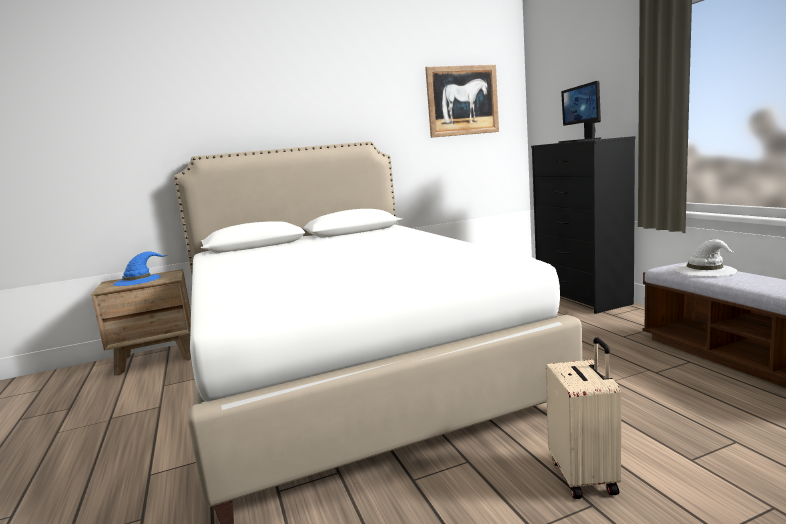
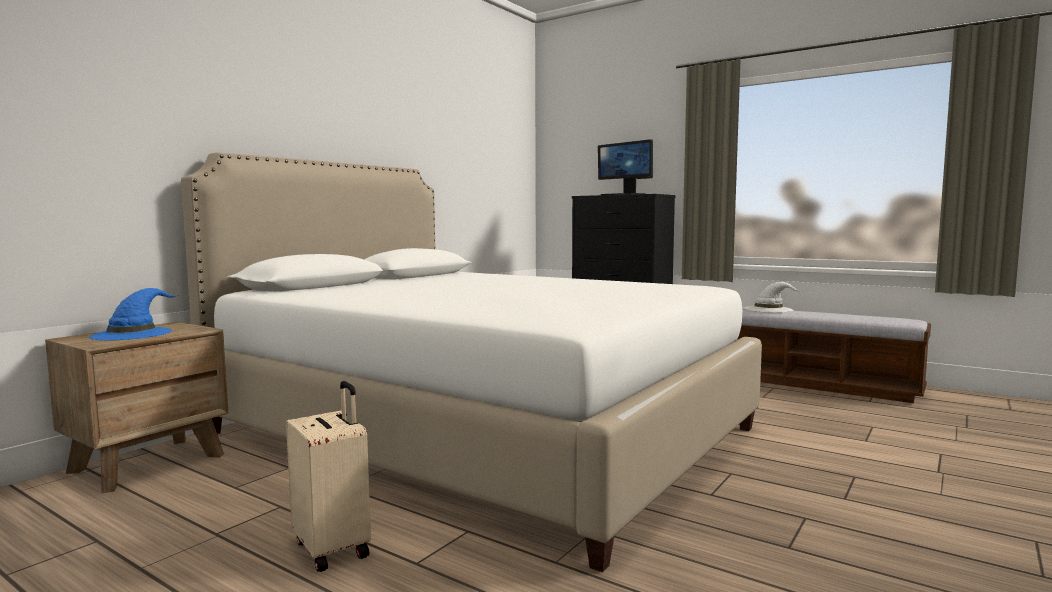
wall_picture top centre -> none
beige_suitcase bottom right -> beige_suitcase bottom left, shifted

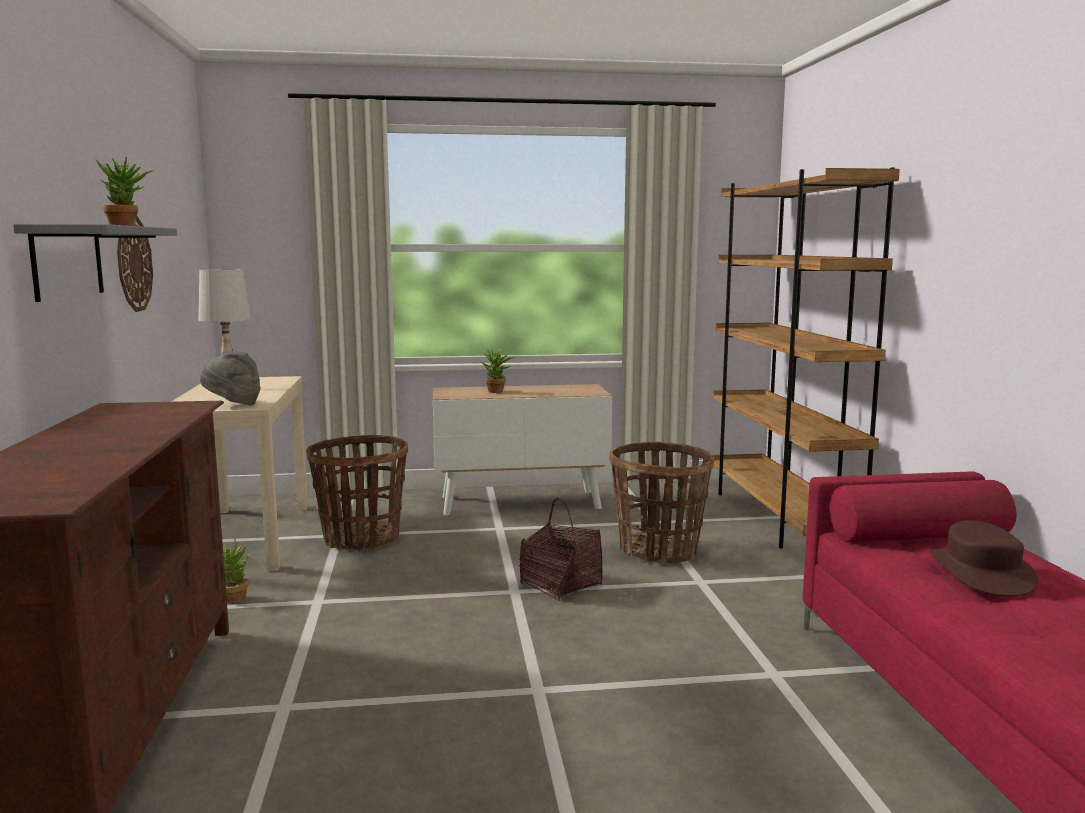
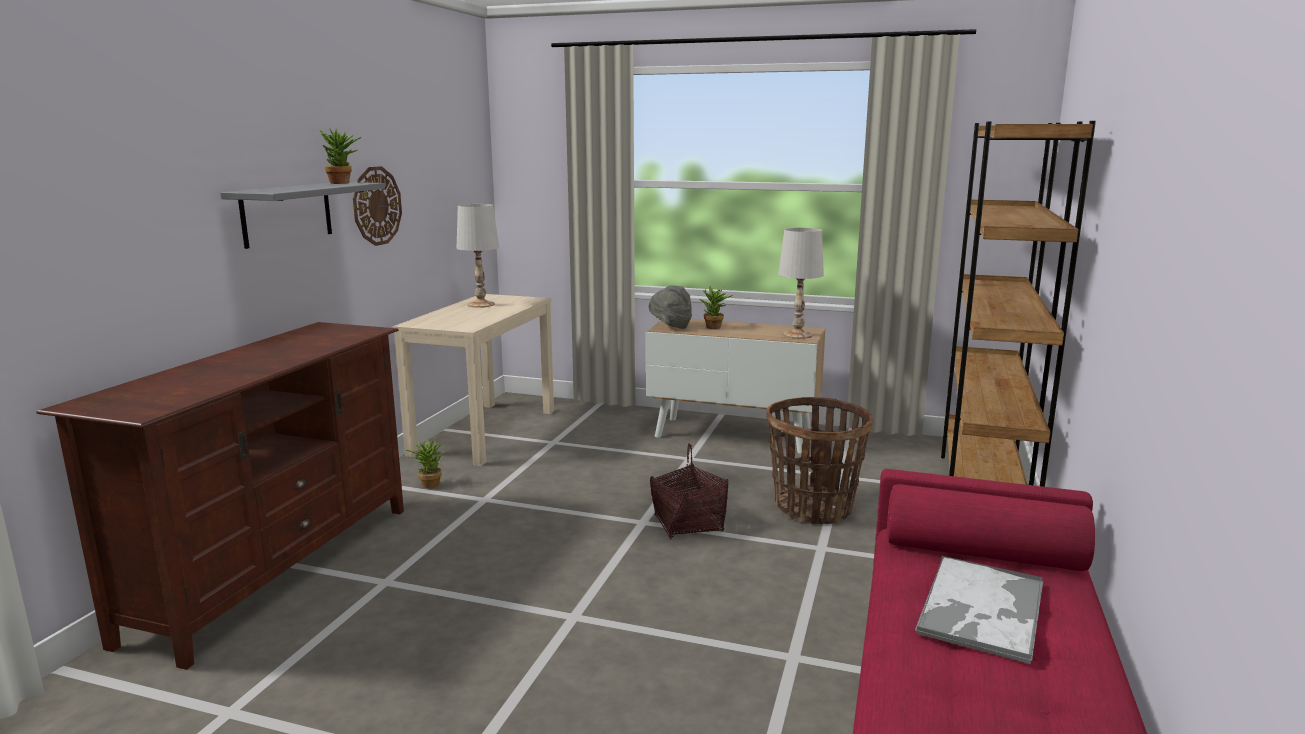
greyish_clothing_hat middle left -> greyish_clothing_hat centre, shifted
basket (no. 1 from left) middle left -> none
brown-coloured_clothing_hat bottom right -> serving_tray bottom right
none -> whitish_table_lamp (no. 2 from left) centre

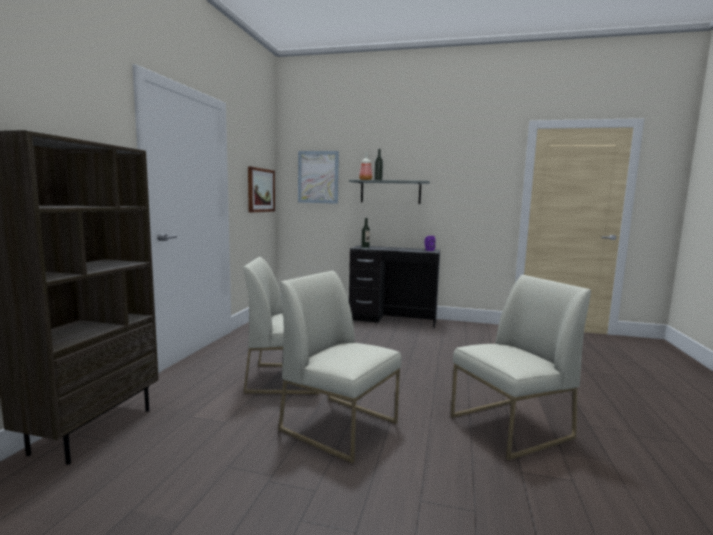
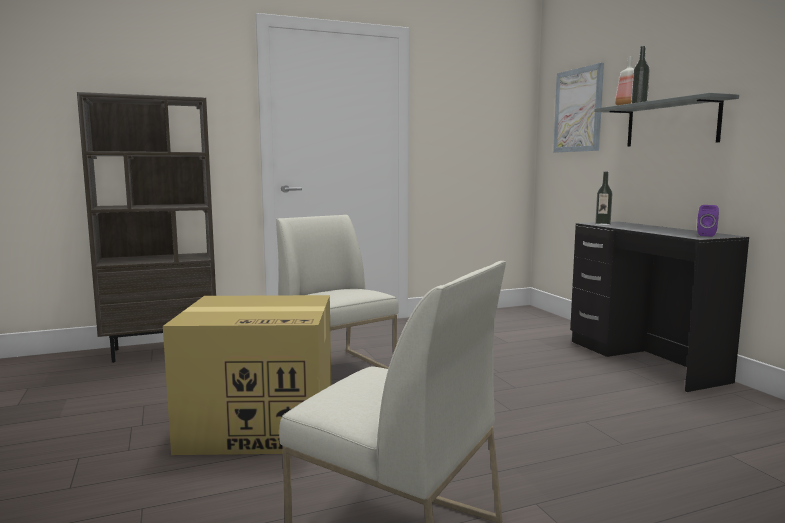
wall_picture (no. 1 from left) centre -> none
whitish_chair (no. 2 from left) bottom centre -> cardboard_box bottom left

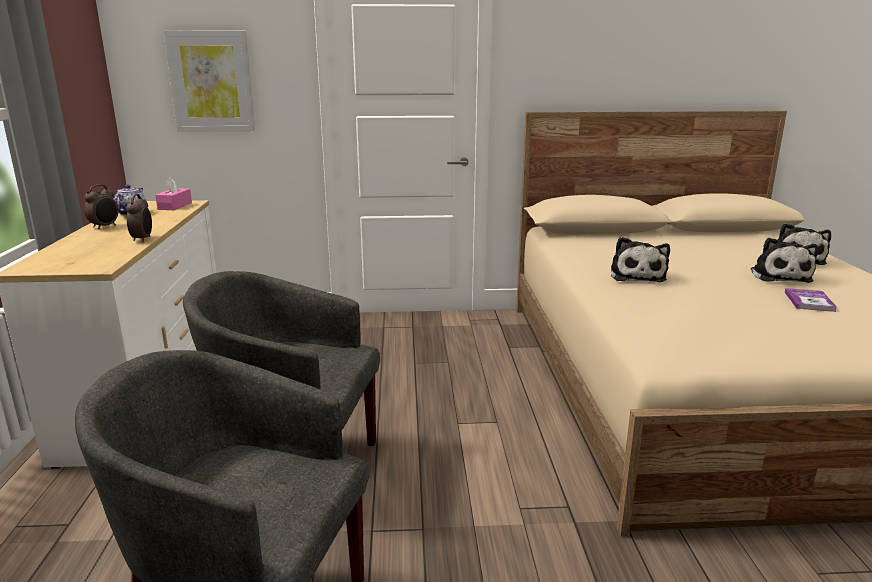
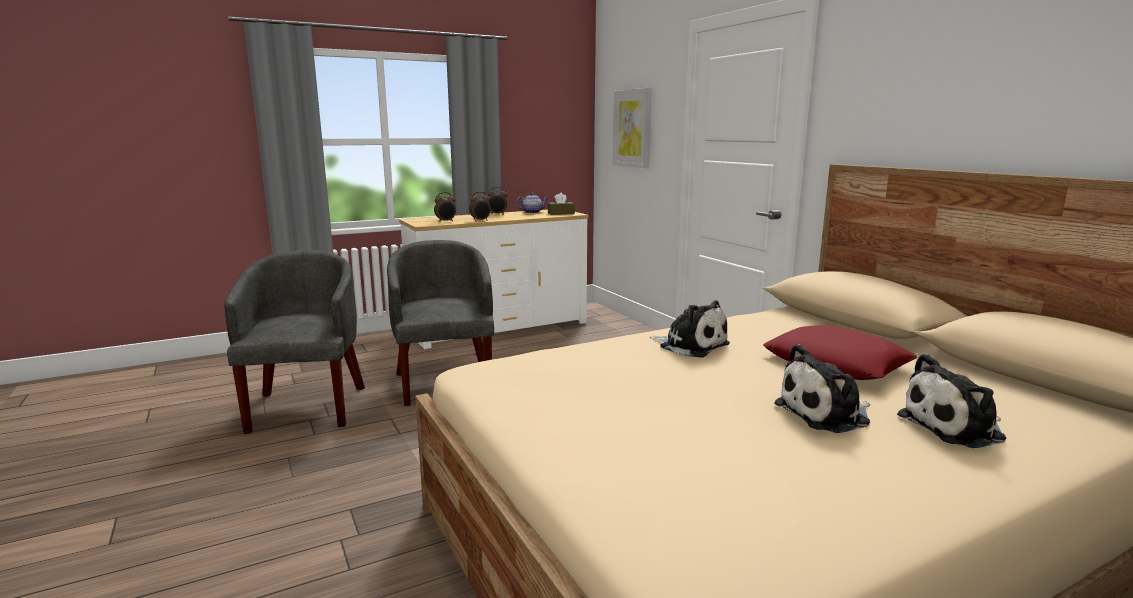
pinkish_tissue_box top left -> brown-coloured_tissue_box centre
plush_toy (no. 1 from left) middle right -> plush_toy (no. 1 from left) centre, 120 degrees counterclockwise
volume middle right -> none
none -> bedside_clock (no. 1 from left) centre
none -> red-coloured_pillow middle right

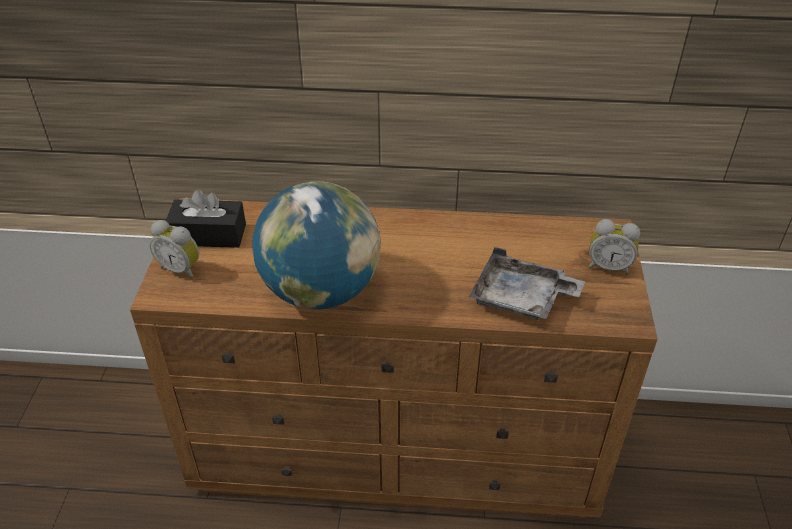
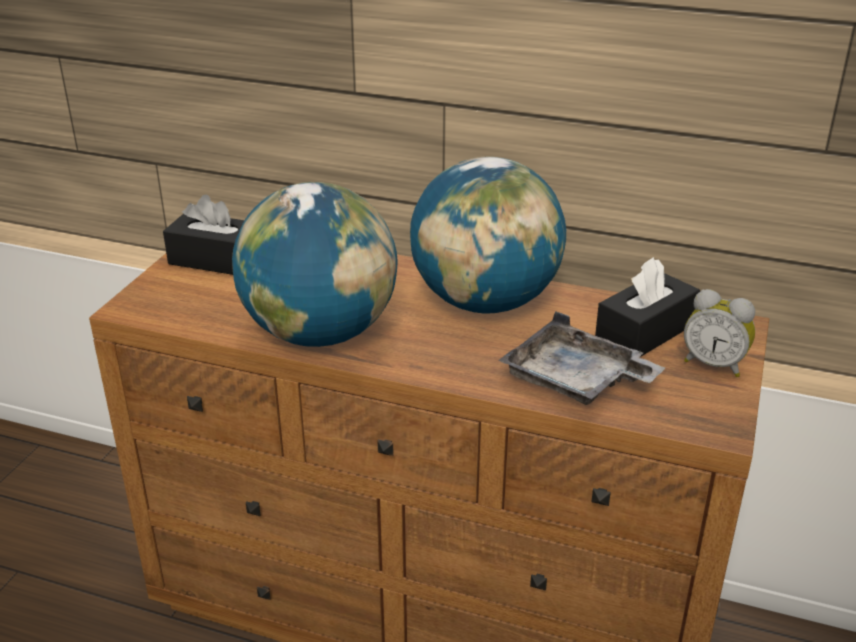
bedside_clock (no. 1 from left) middle left -> none
none -> world_globe (no. 2 from left) centre
none -> blackish_tissue_box (no. 2 from left) middle right

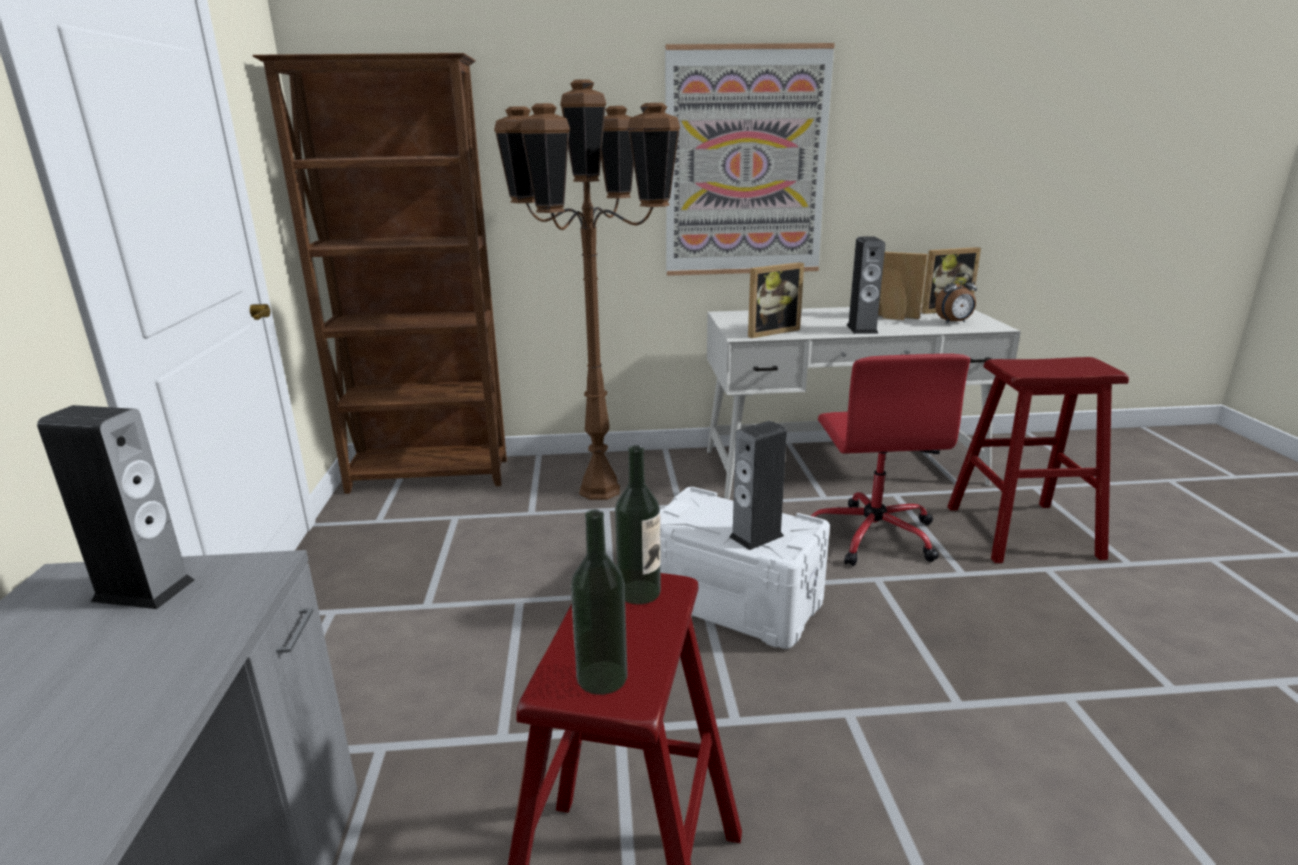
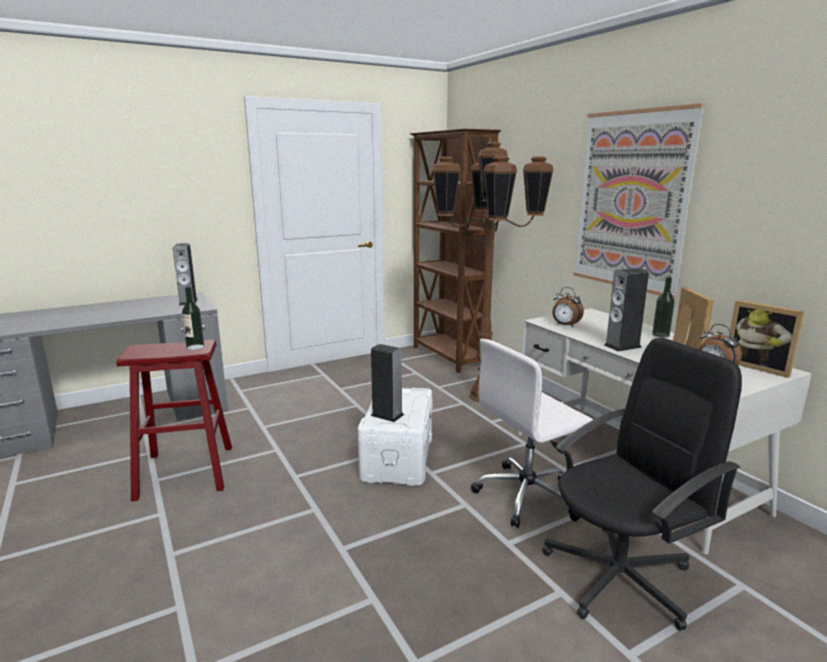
picture_frame (no. 1 from left) centre -> bedside_clock (no. 1 from left) middle right
red-coloured_computer_chair middle right -> whitish_computer_chair centre
red-coloured_stool (no. 2 from left) middle right -> blackish_computer_chair bottom right
beverage_bottle (no. 1 from left in the first image) bottom centre -> beverage_bottle (no. 2 from left) middle right, shifted

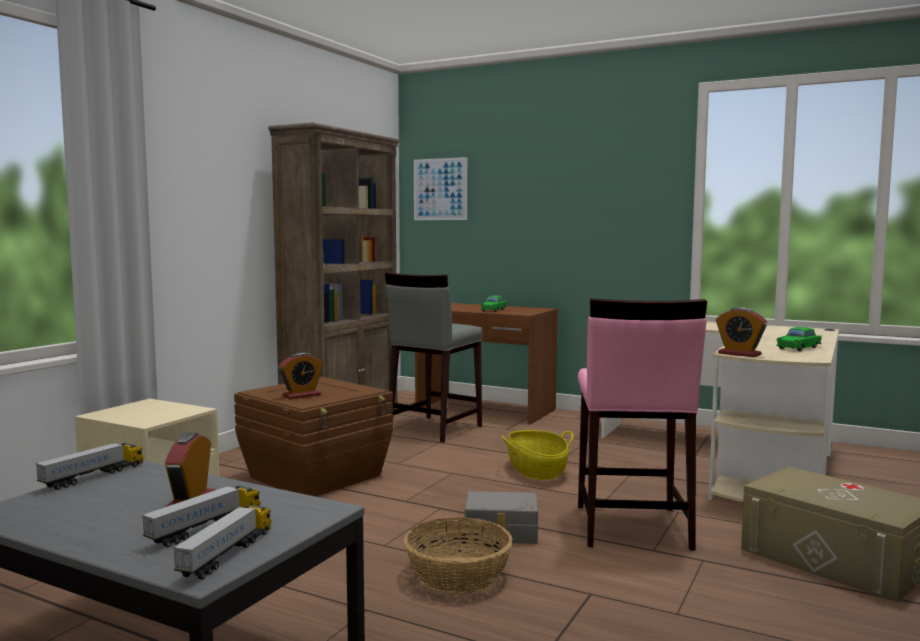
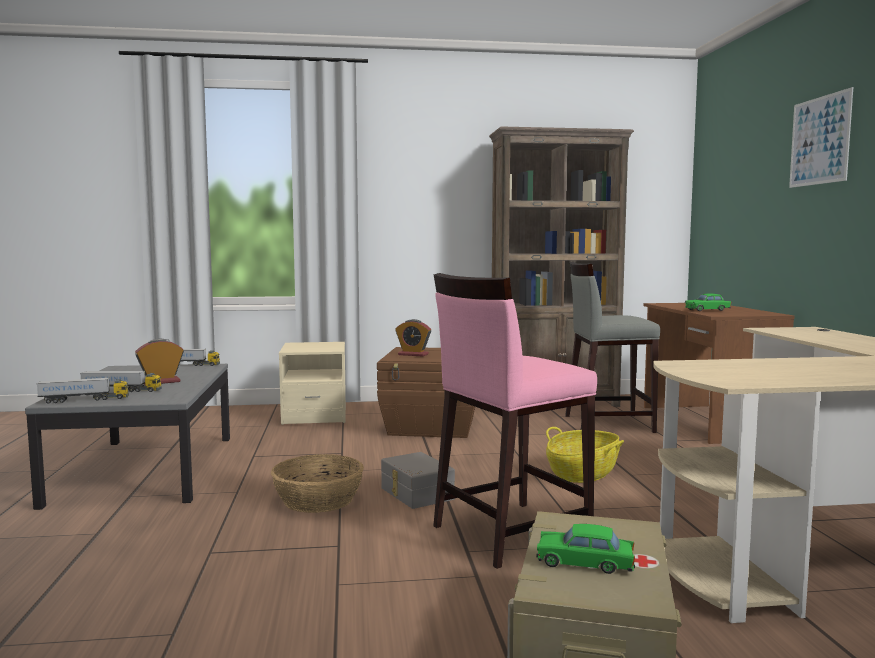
wall_picture top centre -> wall_picture top right, shifted
bedside_clock (no. 3 from left) middle right -> none
greenish_miniature_car (no. 2 from left in the first image) middle right -> greenish_miniature_car (no. 1 from left) bottom right, shifted

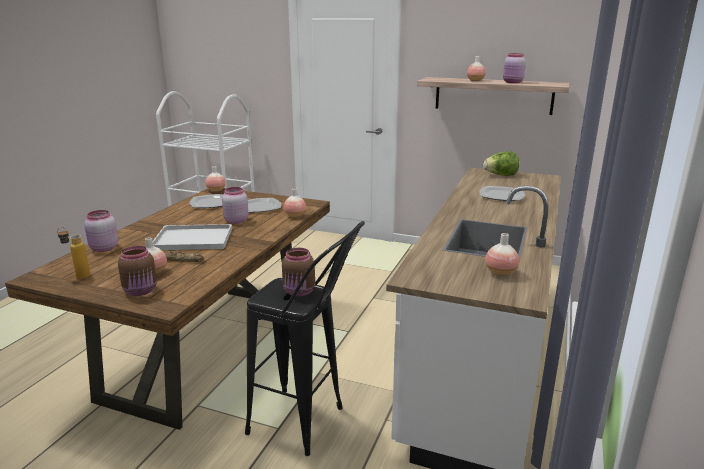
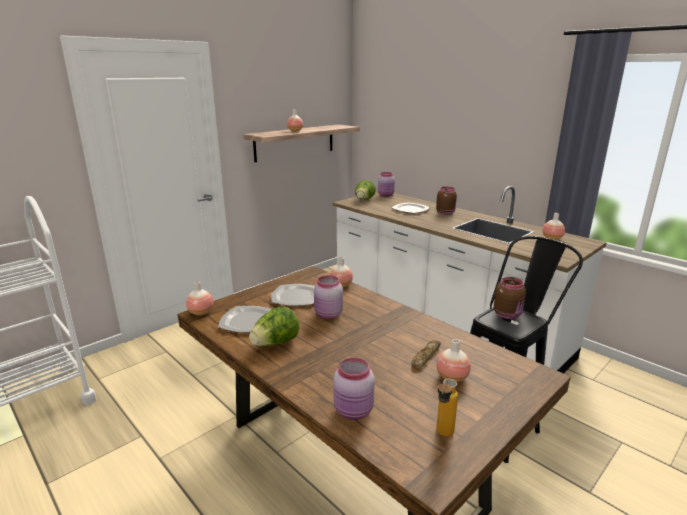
pinkish_preserve_jar (no. 3 from left) top right -> pinkish_preserve_jar (no. 3 from left) centre, shifted
whitish_serving_tray middle left -> none
brown-coloured_preserve_jar (no. 1 from left) middle left -> brown-coloured_preserve_jar (no. 1 from left) centre, shifted
none -> head_of_lettuce (no. 1 from left) centre

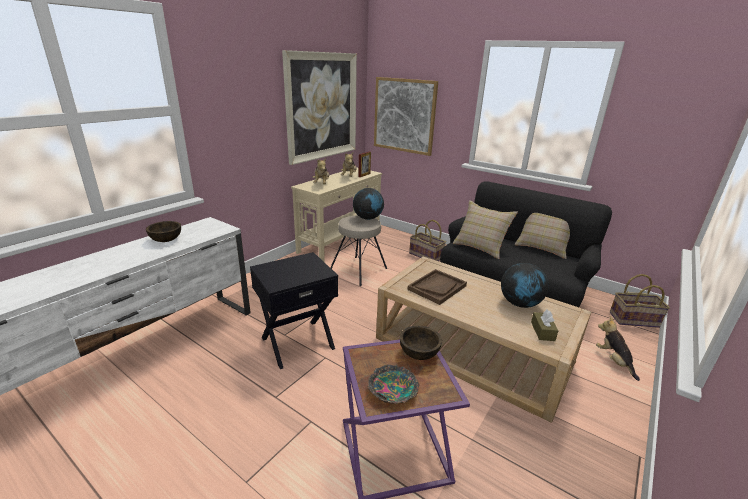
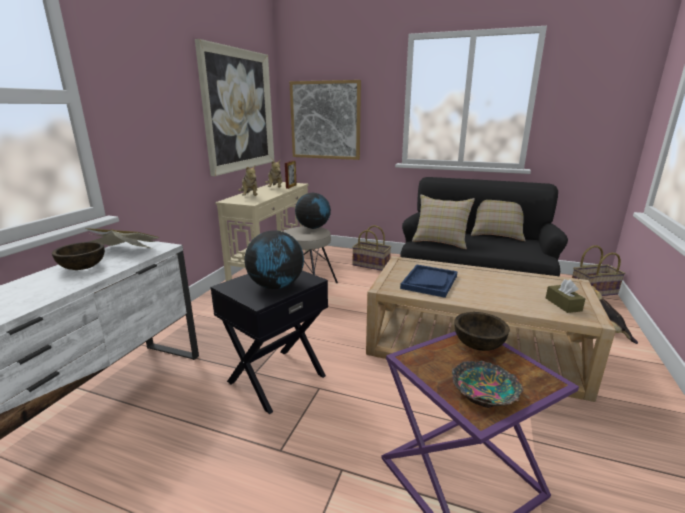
world_globe (no. 2 from left in the first image) middle right -> world_globe (no. 1 from left) centre, shifted
brown-coloured_serving_tray centre -> blue-coloured_serving_tray centre
none -> volume middle left

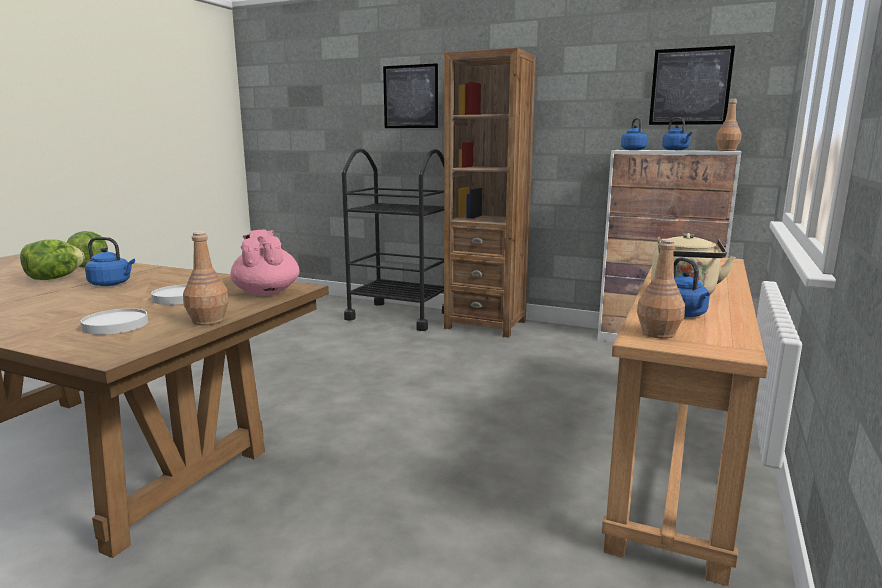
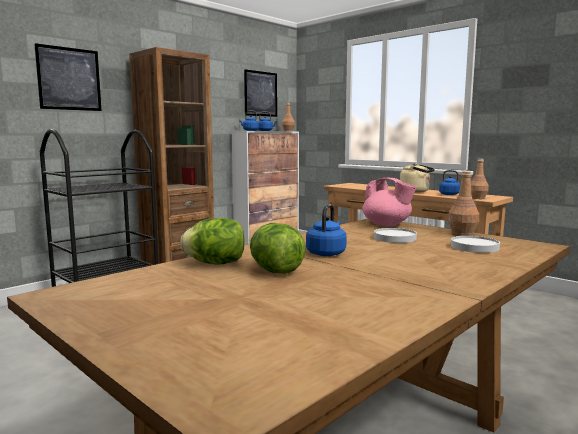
pinkish_tea_pot middle left -> pinkish_tea_pot middle right, 135 degrees counterclockwise

